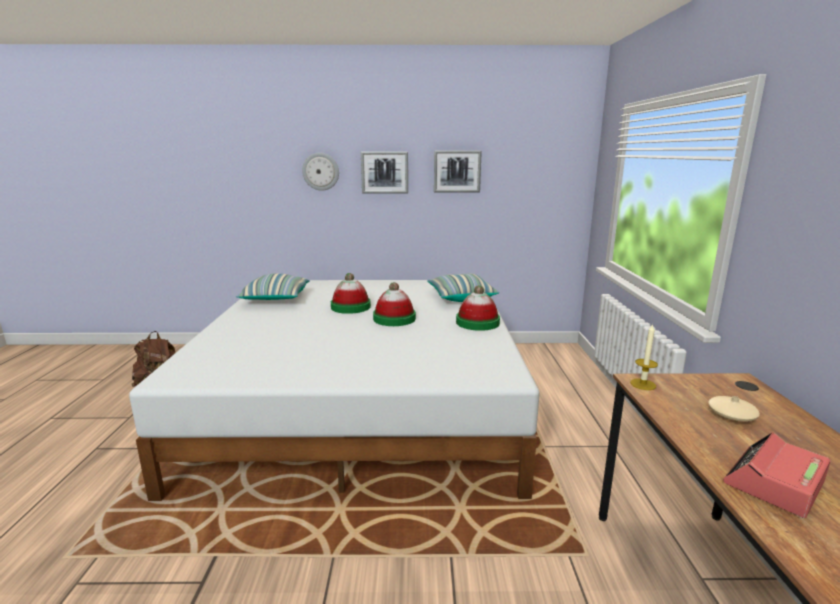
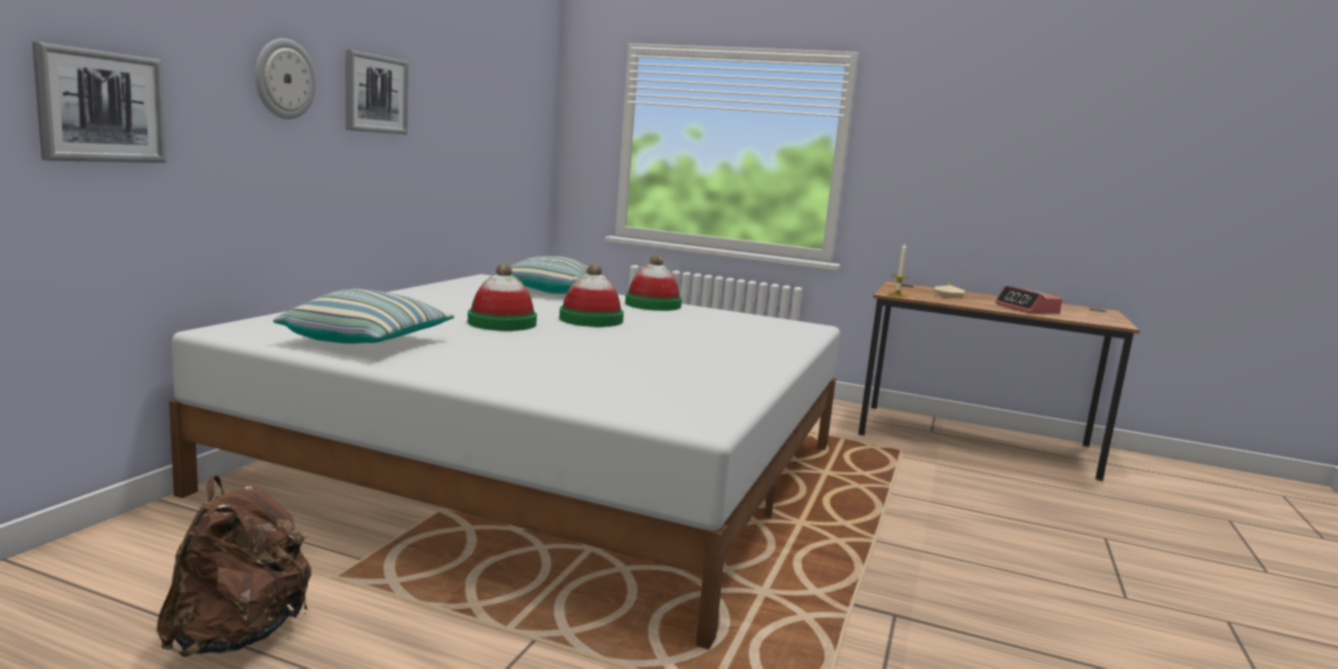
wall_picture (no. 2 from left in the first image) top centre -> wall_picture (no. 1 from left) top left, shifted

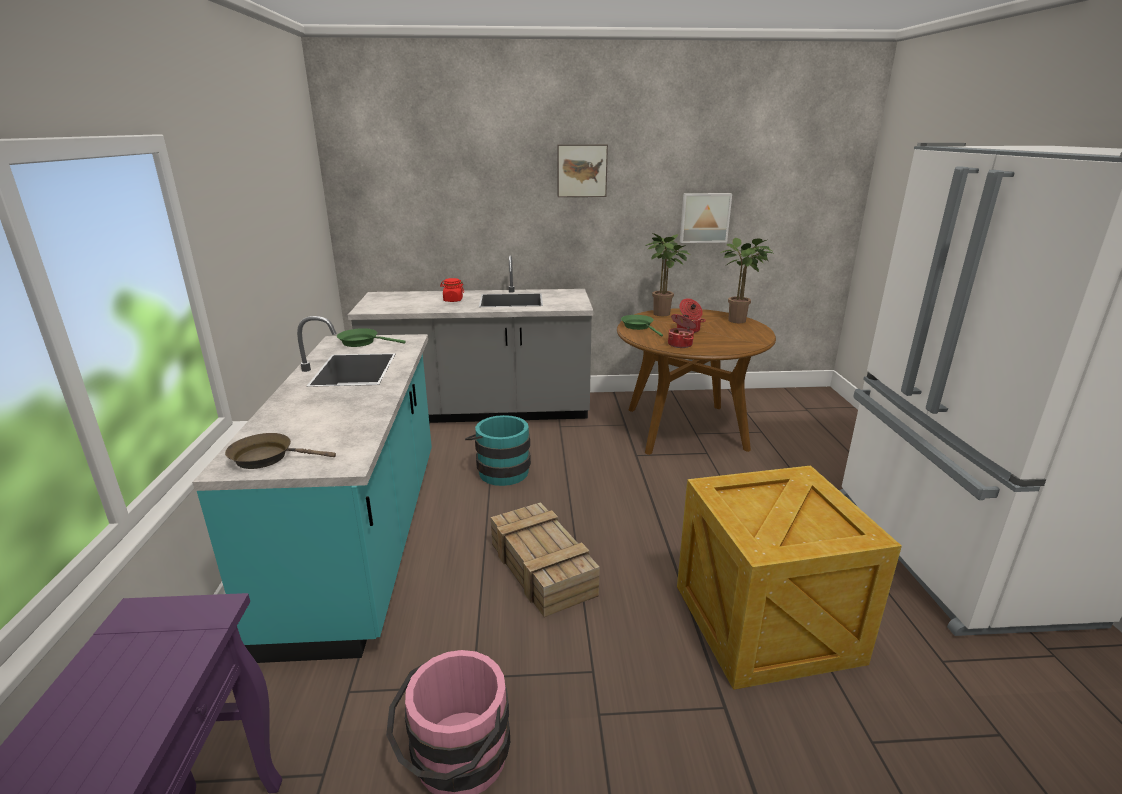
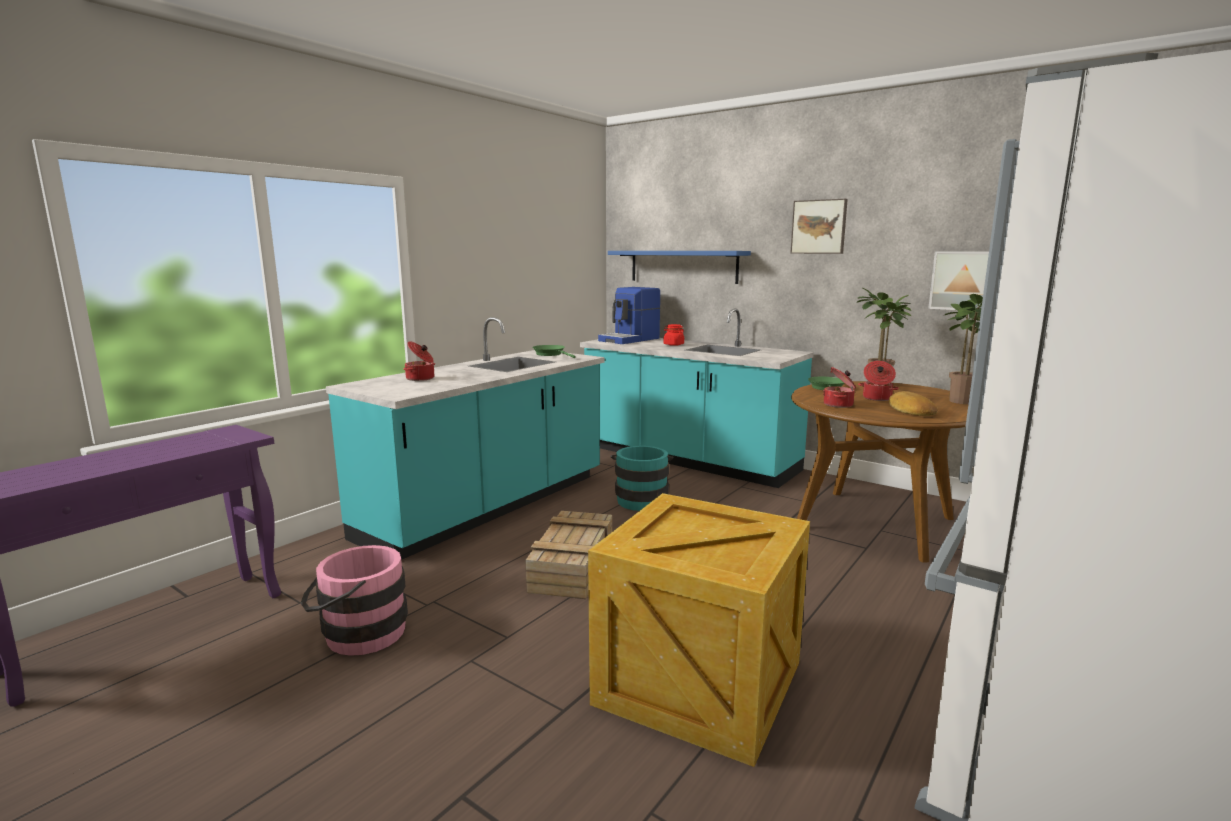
greyish_kitchen_base_unit centre -> turquoise_kitchen_base_unit (no. 2 from left) centre
brown-coloured_skillet middle left -> none
none -> blue-coloured_shelf top centre
none -> coffee_machine centre
none -> saucepot (no. 1 from left) centre
none -> bread middle right

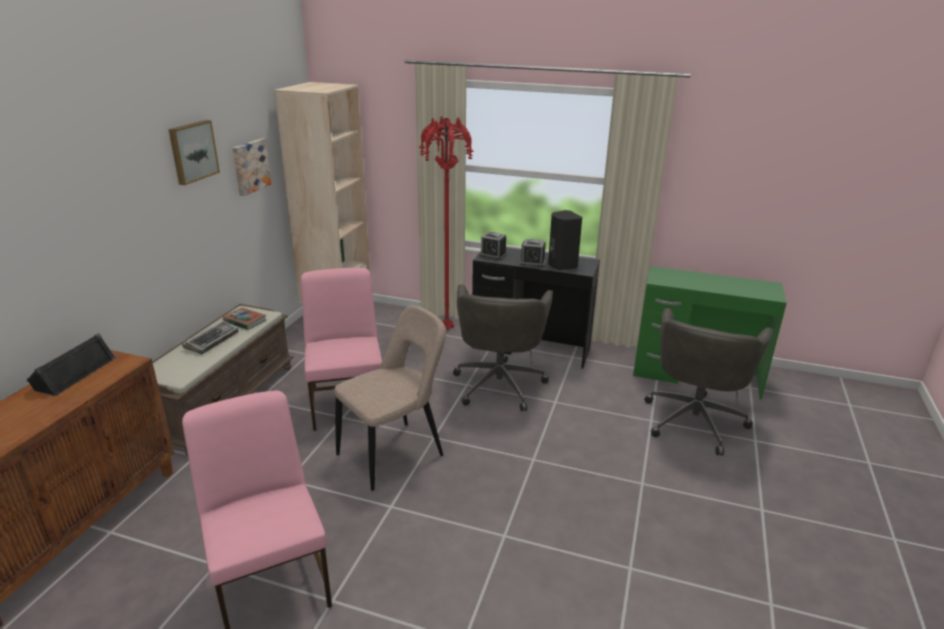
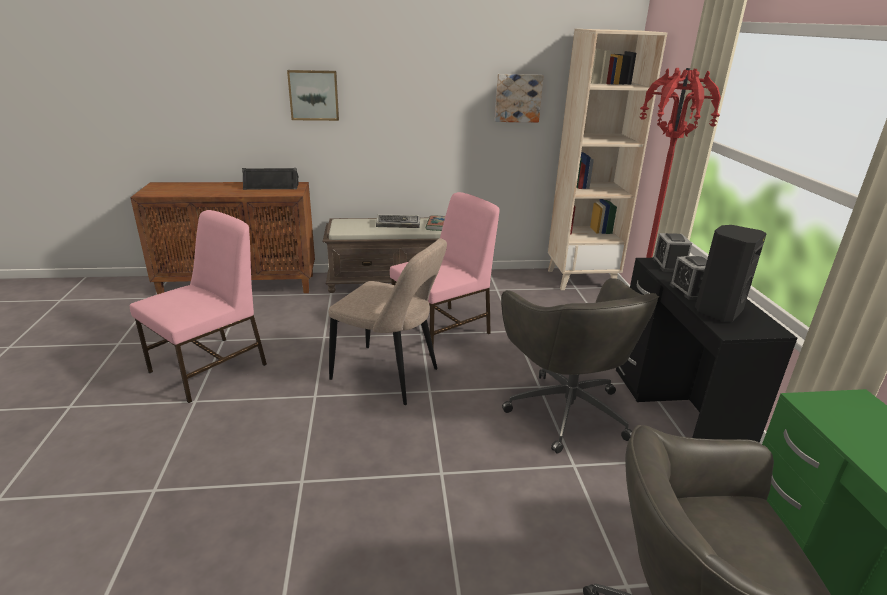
wall_picture (no. 1 from left) top left -> wall_picture (no. 1 from left) top centre, shifted
greyish_computer_chair (no. 1 from left) centre, 90 degrees counterclockwise

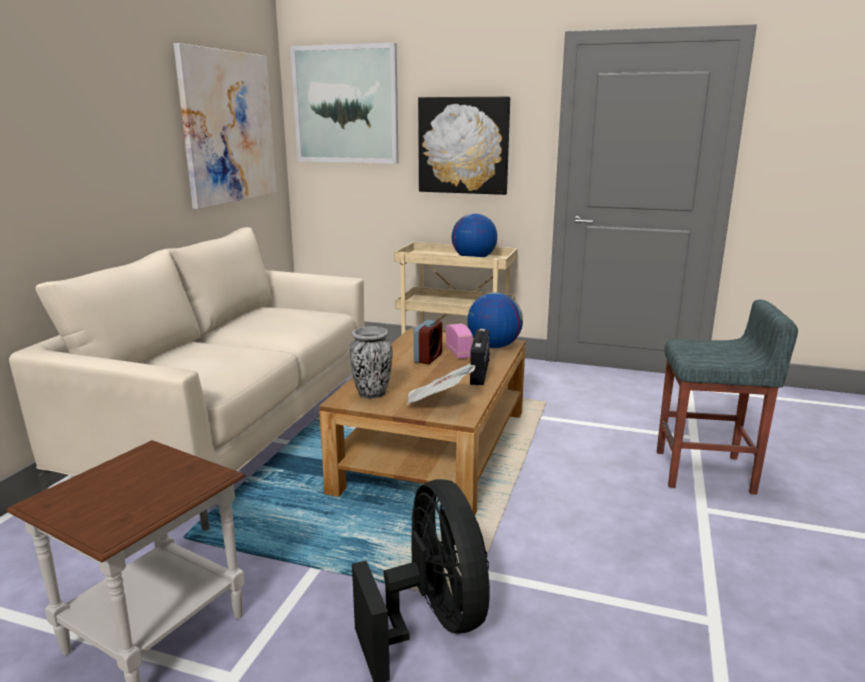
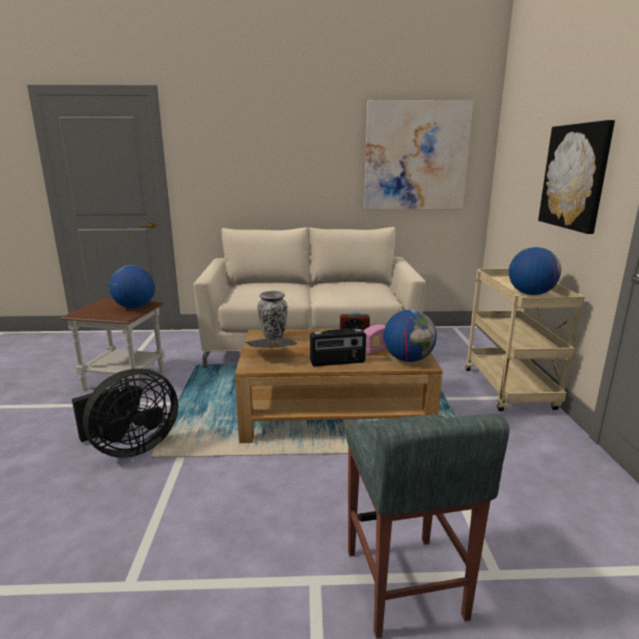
wall_picture (no. 2 from left) top centre -> none
none -> world_globe (no. 1 from left) middle left

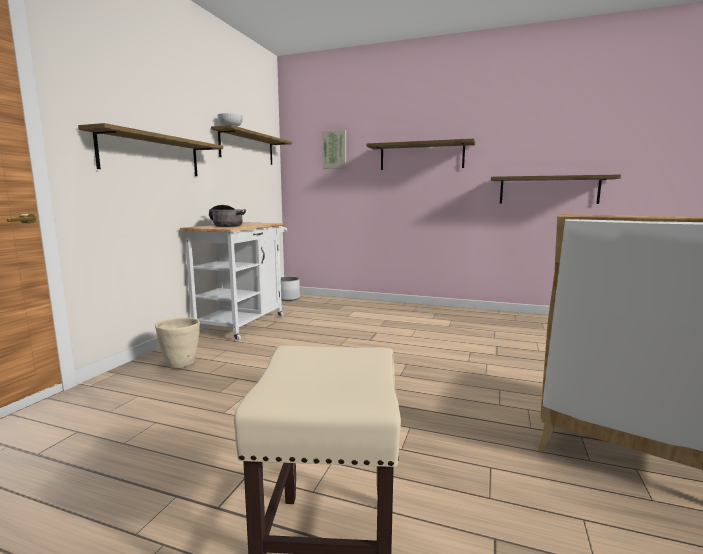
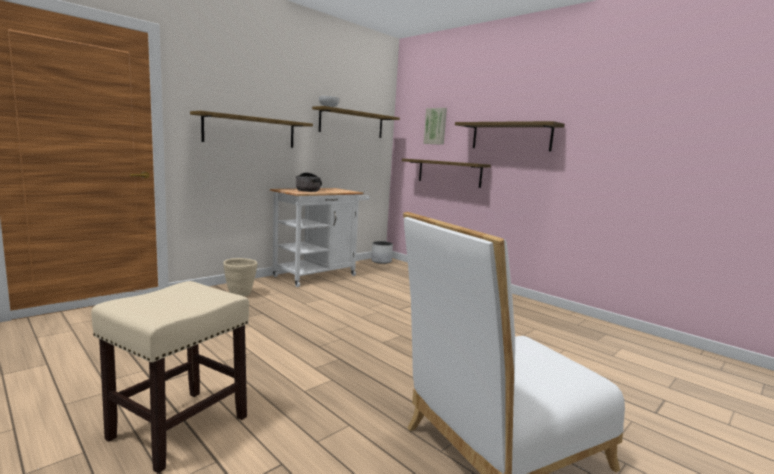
shelf (no. 4 from left in the first image) middle right -> shelf (no. 3 from left) centre, shifted

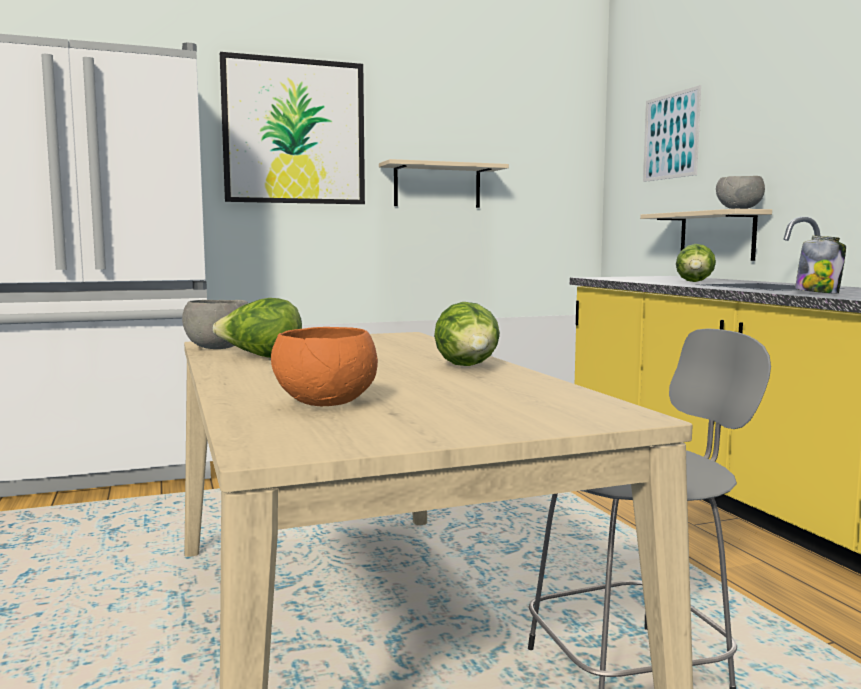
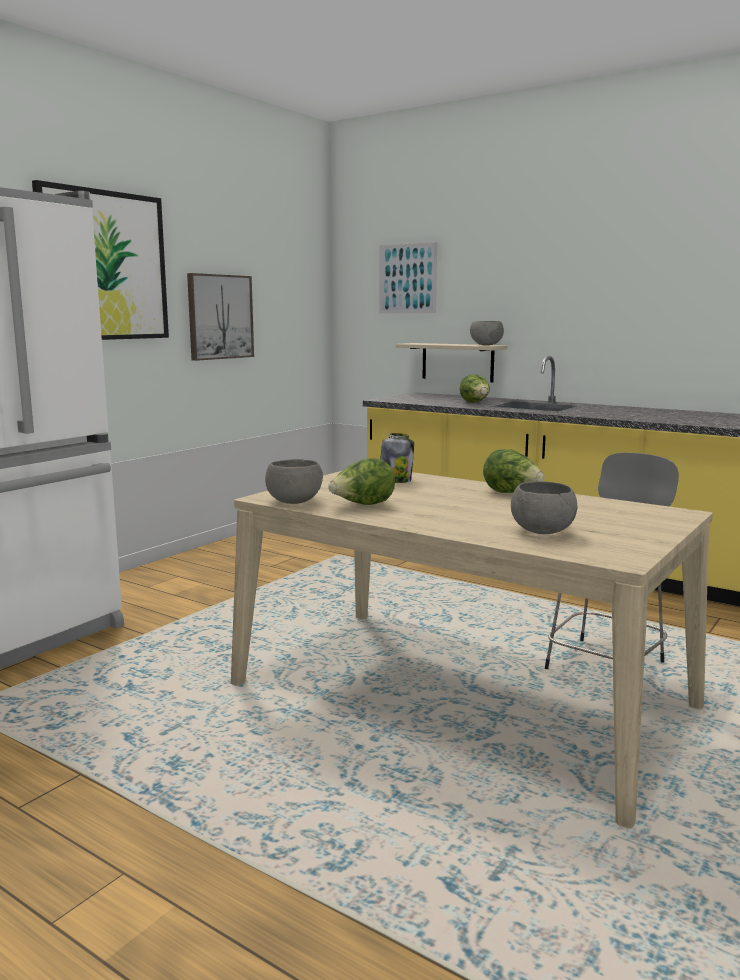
beige_shelf (no. 1 from left) top centre -> wall_picture (no. 2 from left) top left
preserve_jar middle right -> preserve_jar centre, shifted
orange_serving_bowl centre -> greyish_serving_bowl (no. 3 from left) middle right

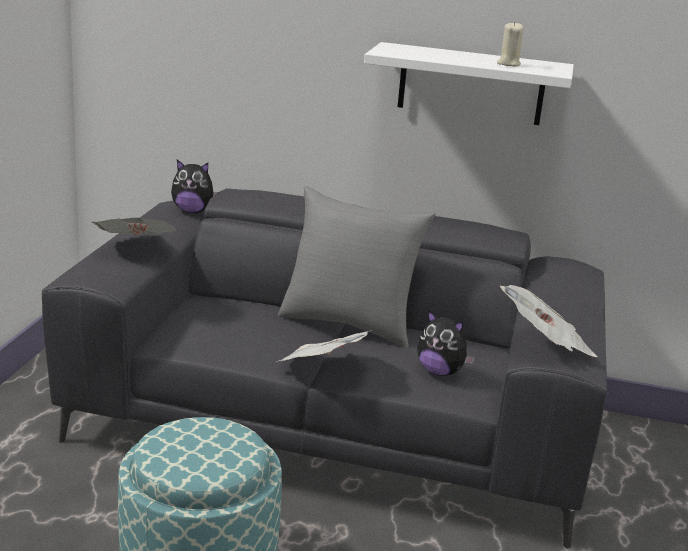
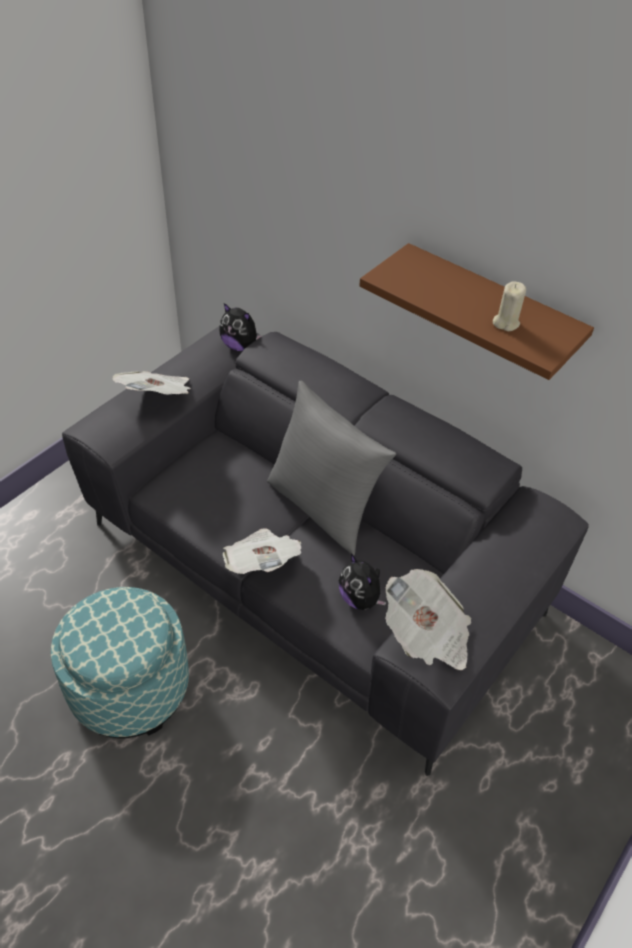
whitish_shelf top right -> brown-coloured_shelf top right

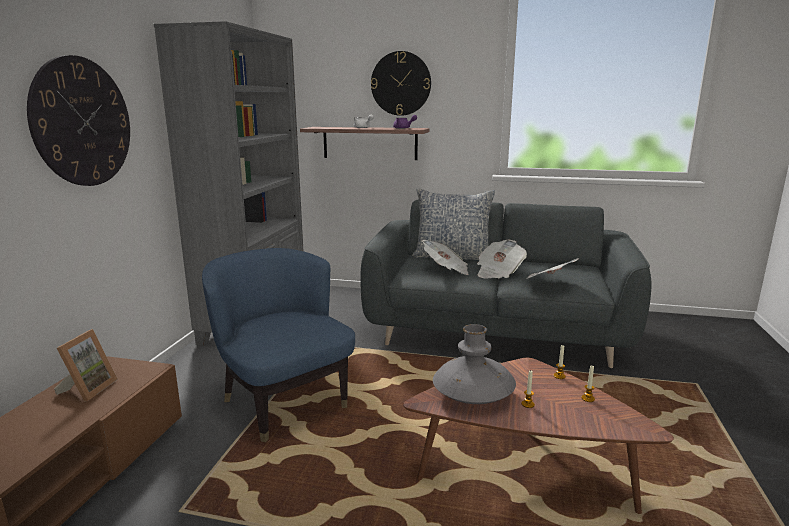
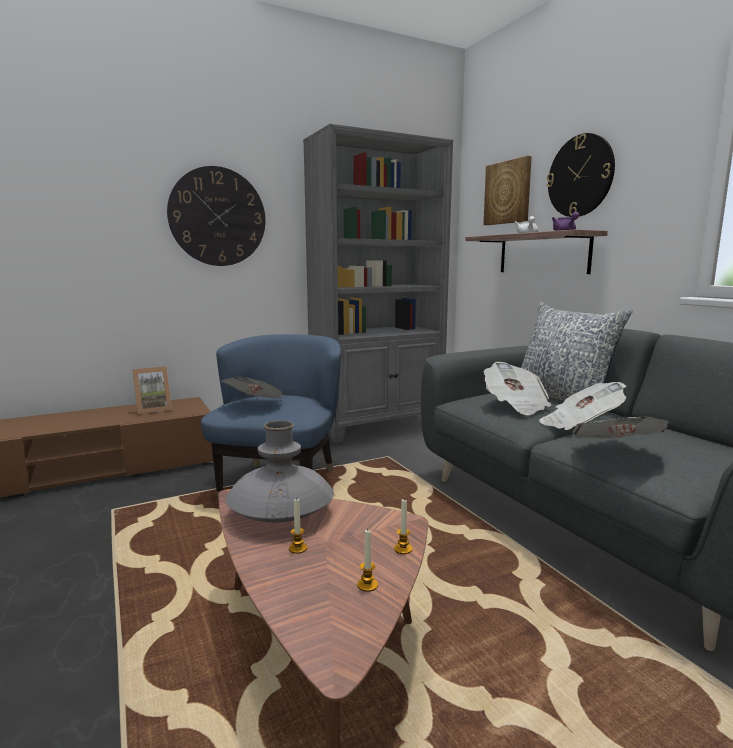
none -> wall_picture top right
none -> newspaper (no. 1 from left) centre

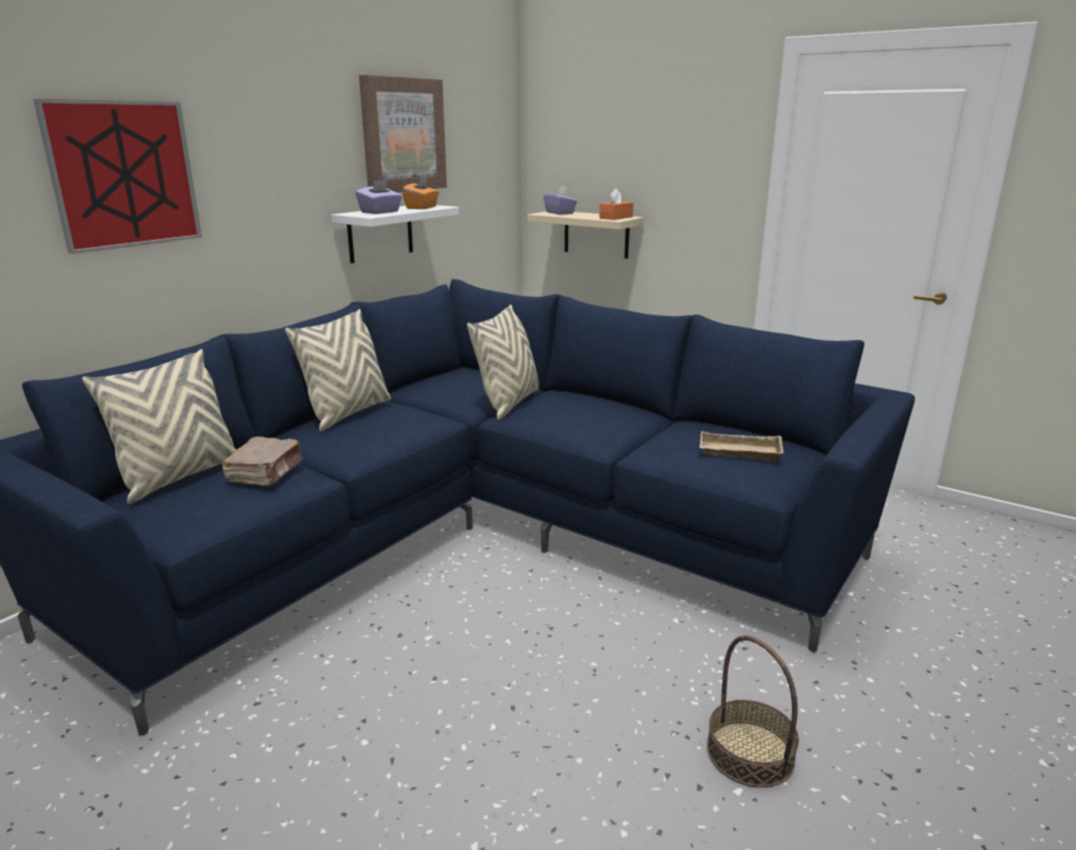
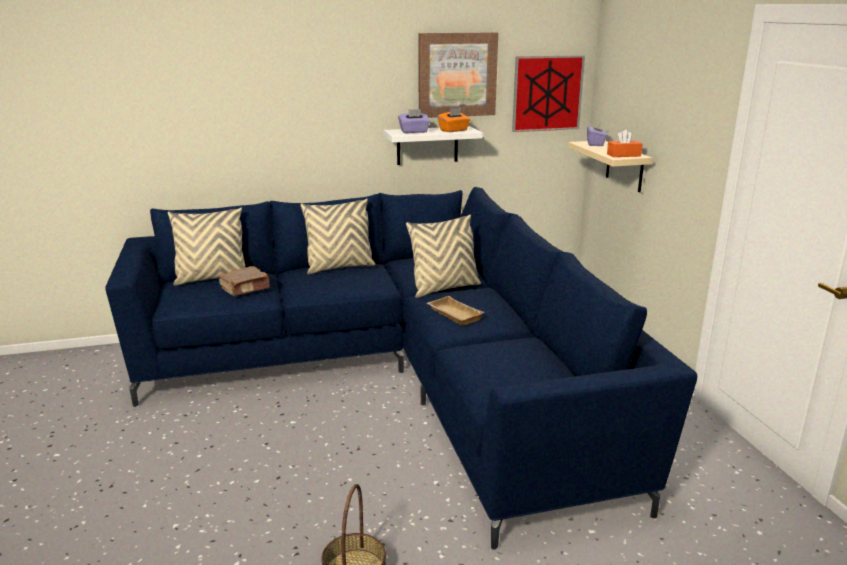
wall_picture (no. 1 from left in the first image) top left -> wall_picture (no. 2 from left) top centre, shifted
beige_serving_tray middle right -> beige_serving_tray centre, shifted

